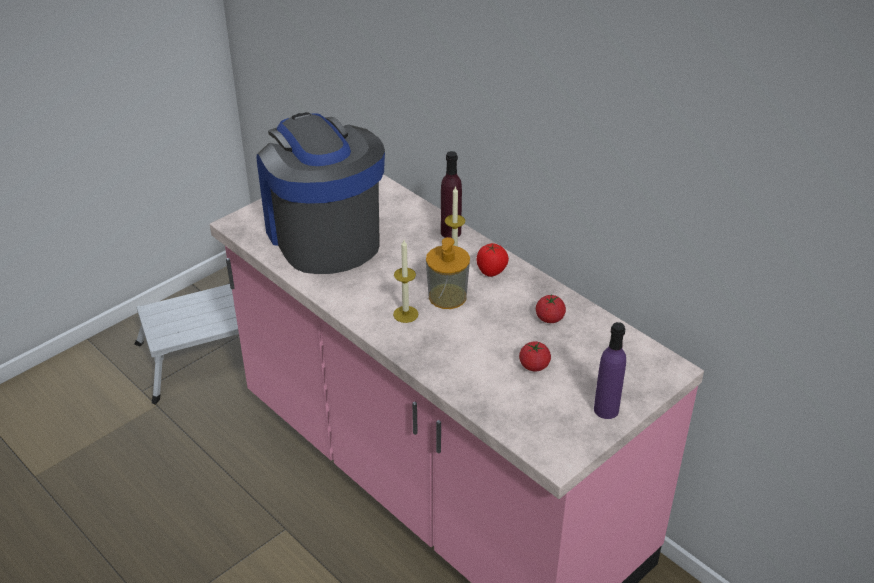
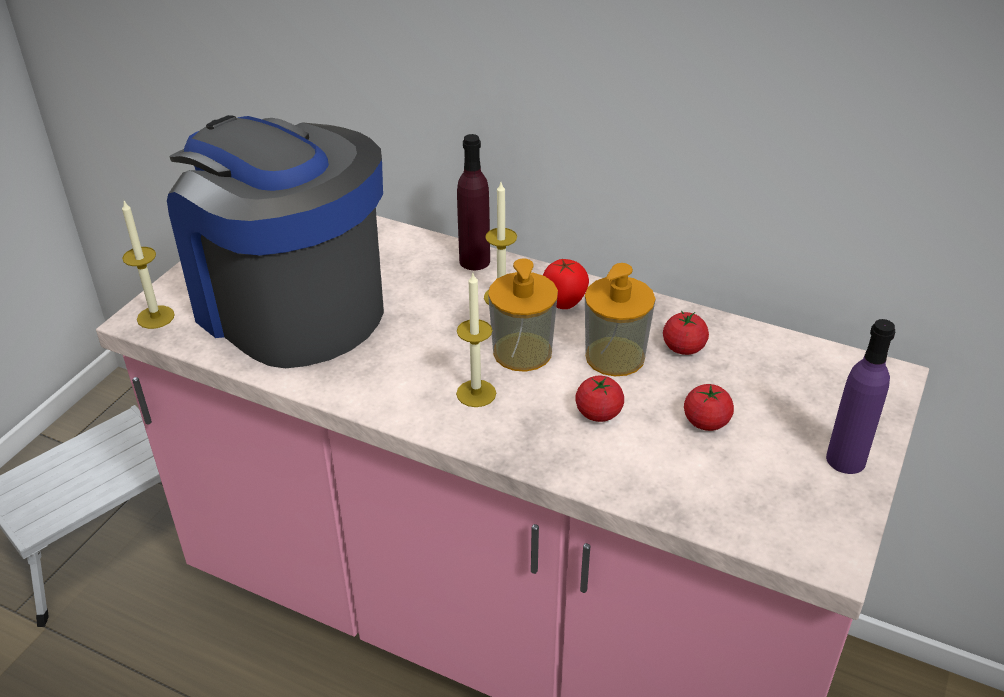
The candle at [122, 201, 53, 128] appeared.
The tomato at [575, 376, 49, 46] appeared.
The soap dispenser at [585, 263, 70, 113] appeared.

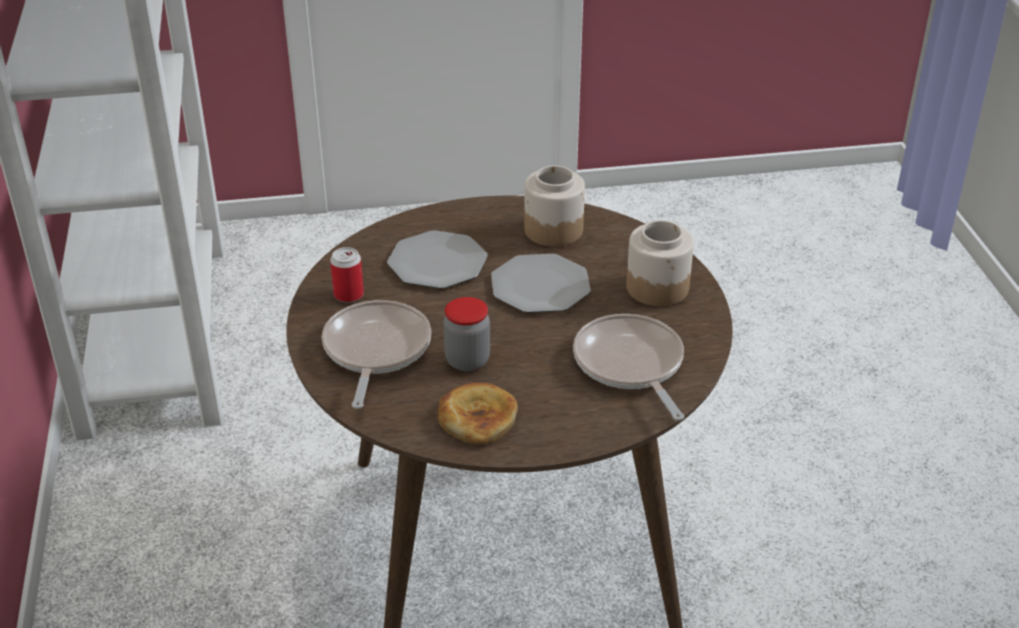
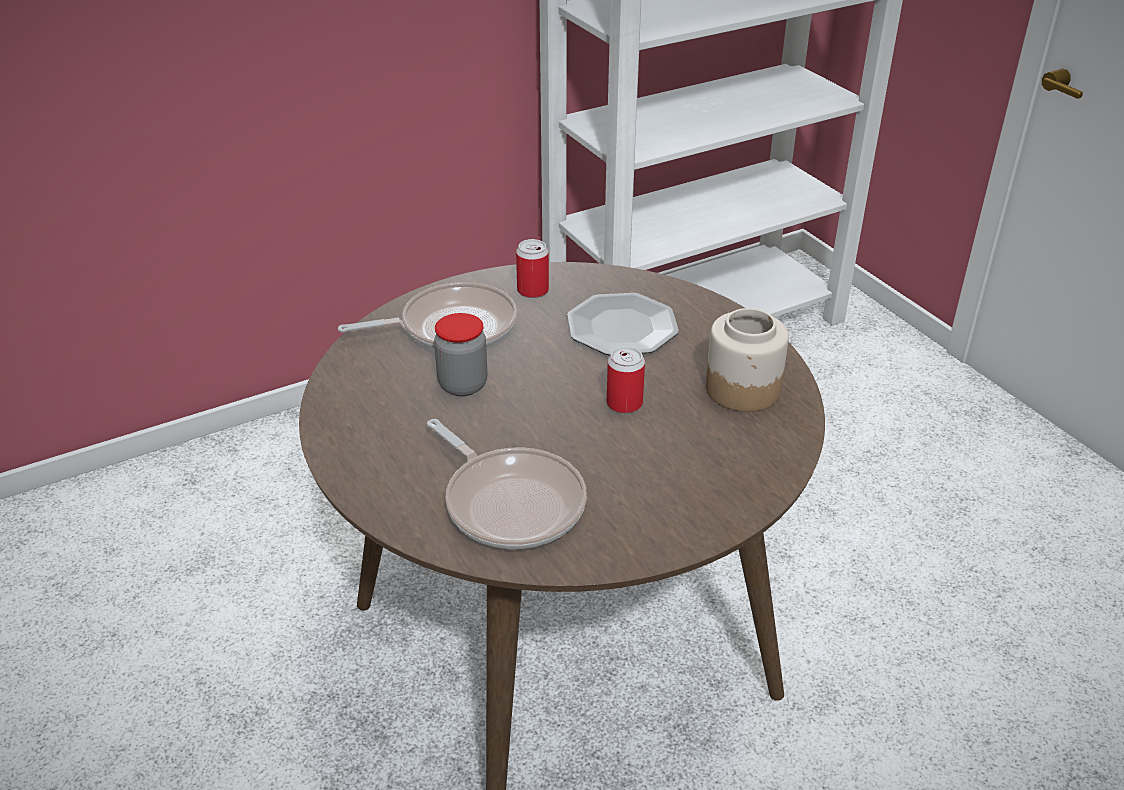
The frying pan at [573, 314, 111, 107] turned 90 degrees clockwise.
The plate at [491, 254, 100, 59] was replaced by the can at [607, 346, 38, 67].
The bread at [438, 382, 80, 62] disappeared.
The jar at [626, 220, 68, 86] disappeared.

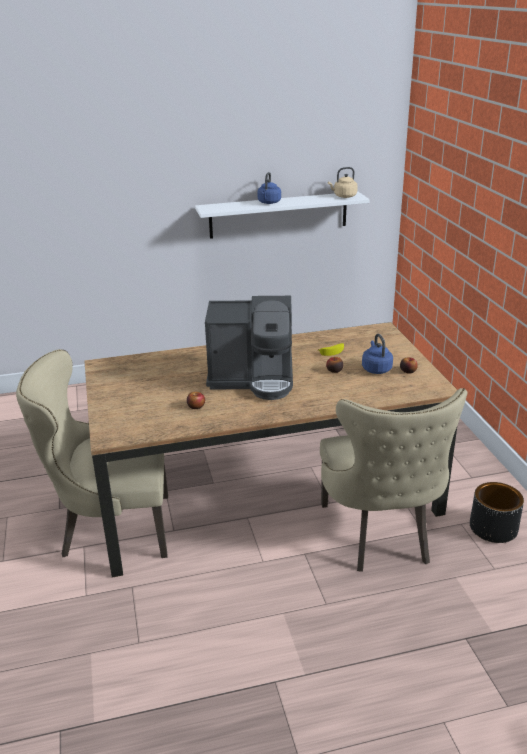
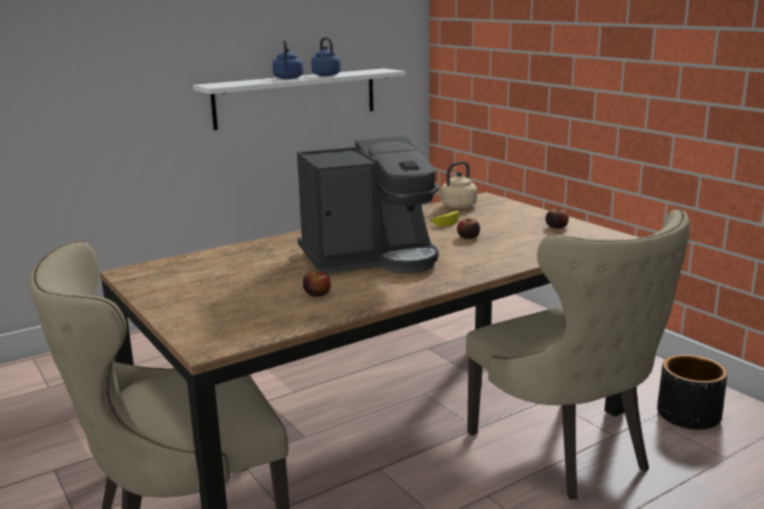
The kettle in blue moved from [362, 334, 31, 40] to [311, 37, 30, 39].
The kettle in beige moved from [328, 167, 30, 31] to [437, 161, 40, 48].

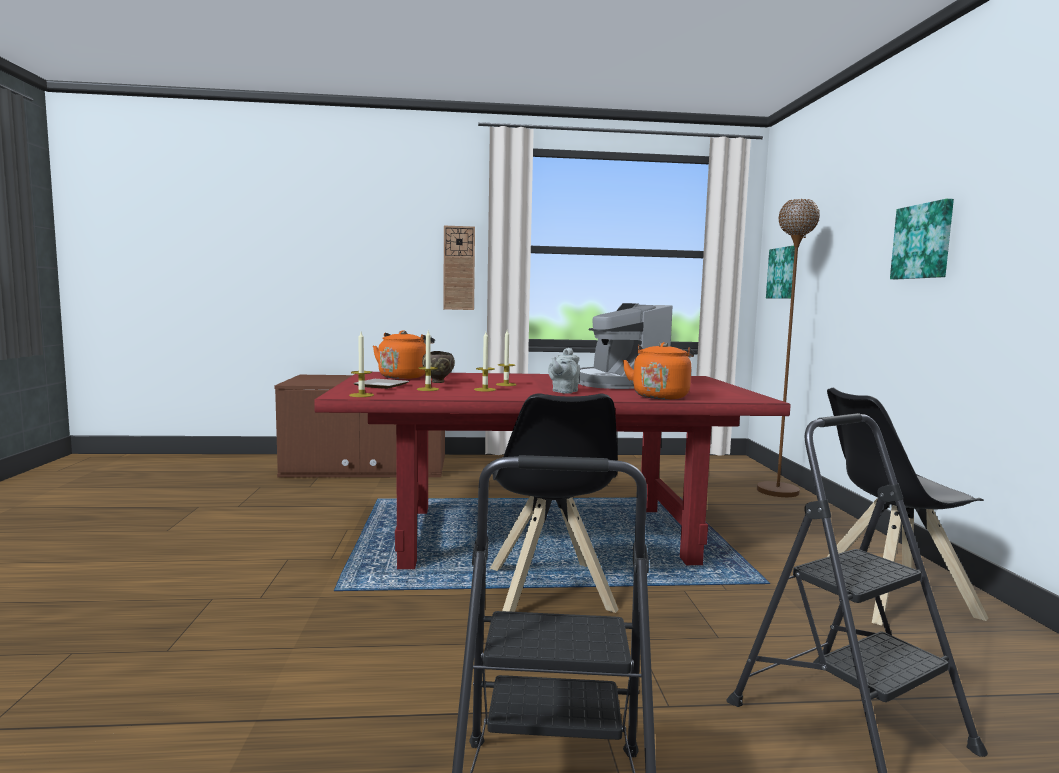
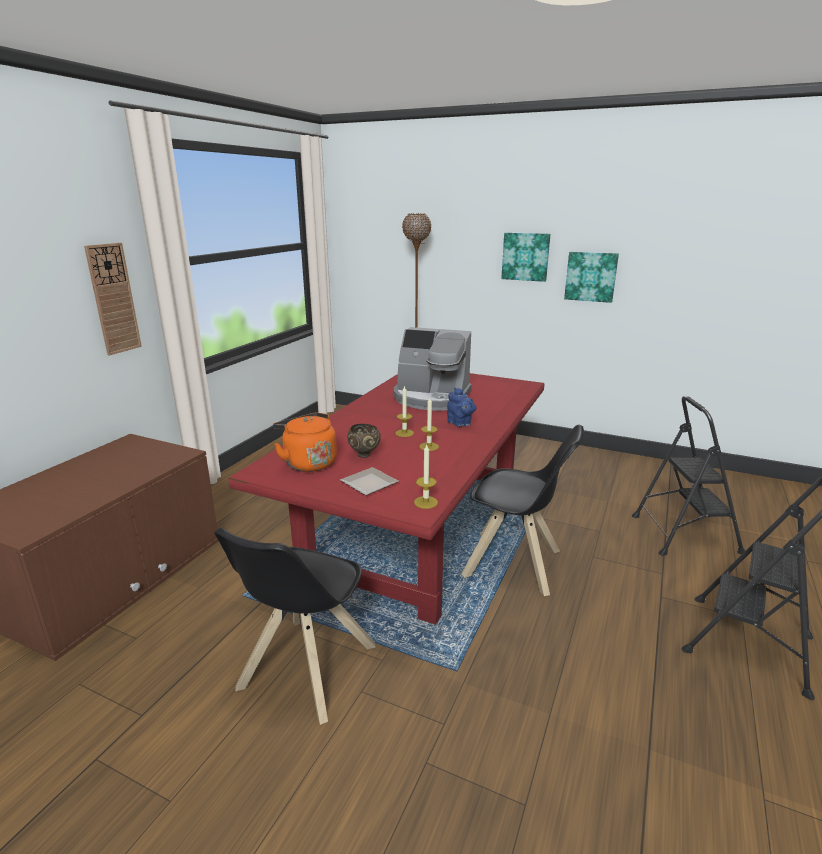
The chair in black moved from [827, 388, 161, 237] to [214, 528, 162, 197].
The teapot in grey at [548, 348, 32, 46] became the teapot in blue at [447, 387, 30, 40].
The picture moved from [766, 246, 29, 53] to [564, 252, 55, 51].
The candle at [417, 331, 22, 60] disappeared.
The kettle in orange at [623, 342, 71, 57] disappeared.

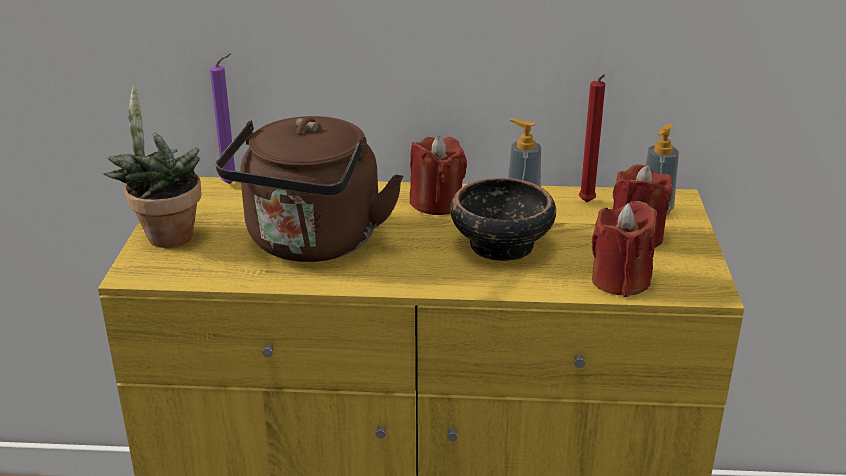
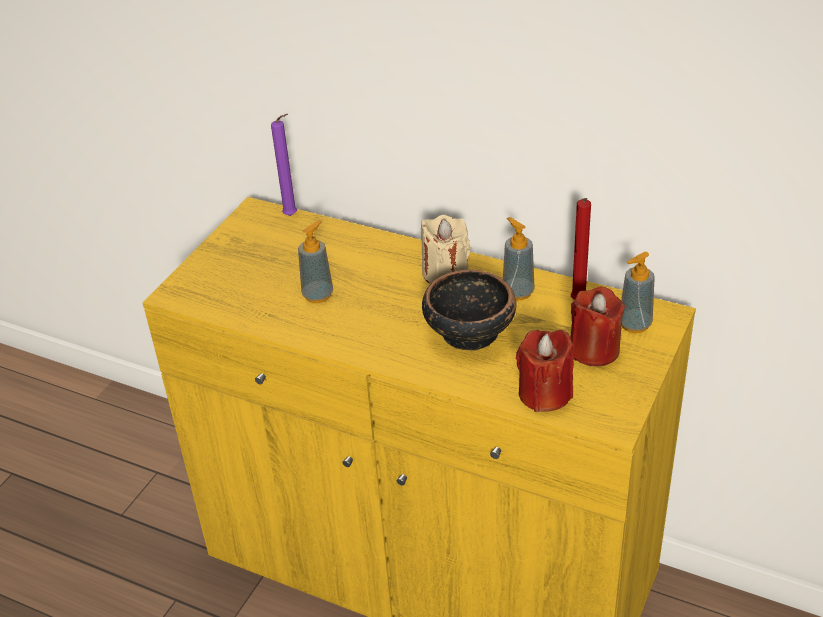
The kettle in brown at [216, 116, 187, 146] was replaced by the soap dispenser at [298, 220, 35, 83].
The candle in red at [410, 136, 57, 79] became the candle in beige at [421, 215, 50, 69].
The potted plant at [104, 85, 97, 163] disappeared.

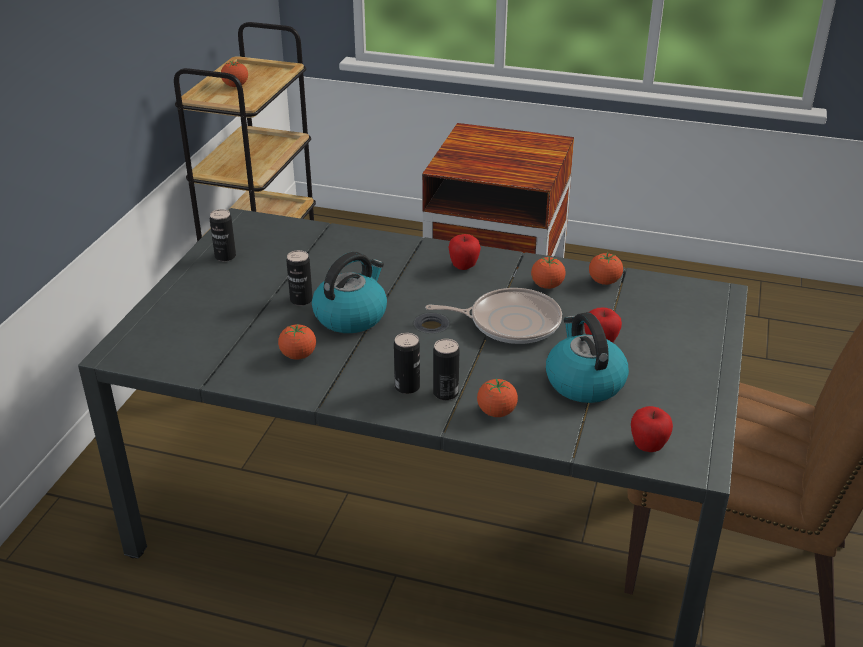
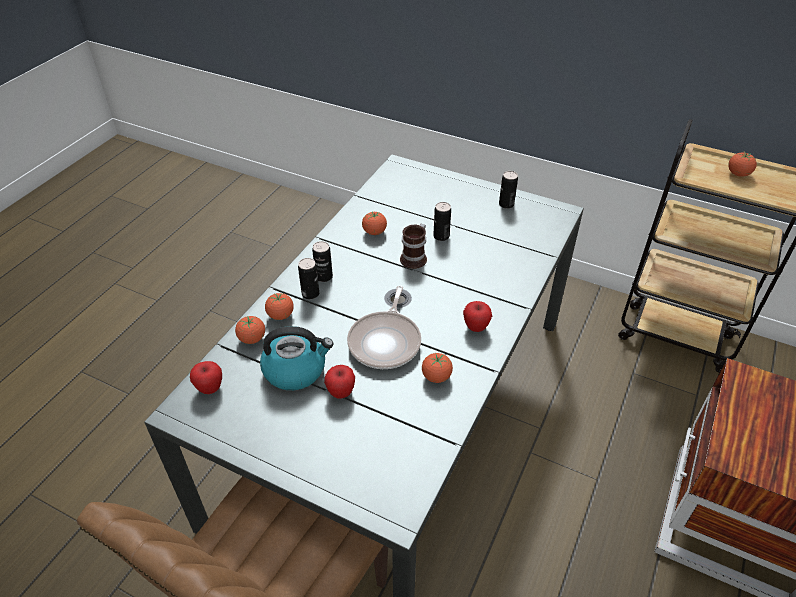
The tomato moved from [589, 252, 34, 33] to [235, 316, 30, 28].
The kettle at [312, 252, 75, 81] was replaced by the mug at [400, 223, 27, 46].

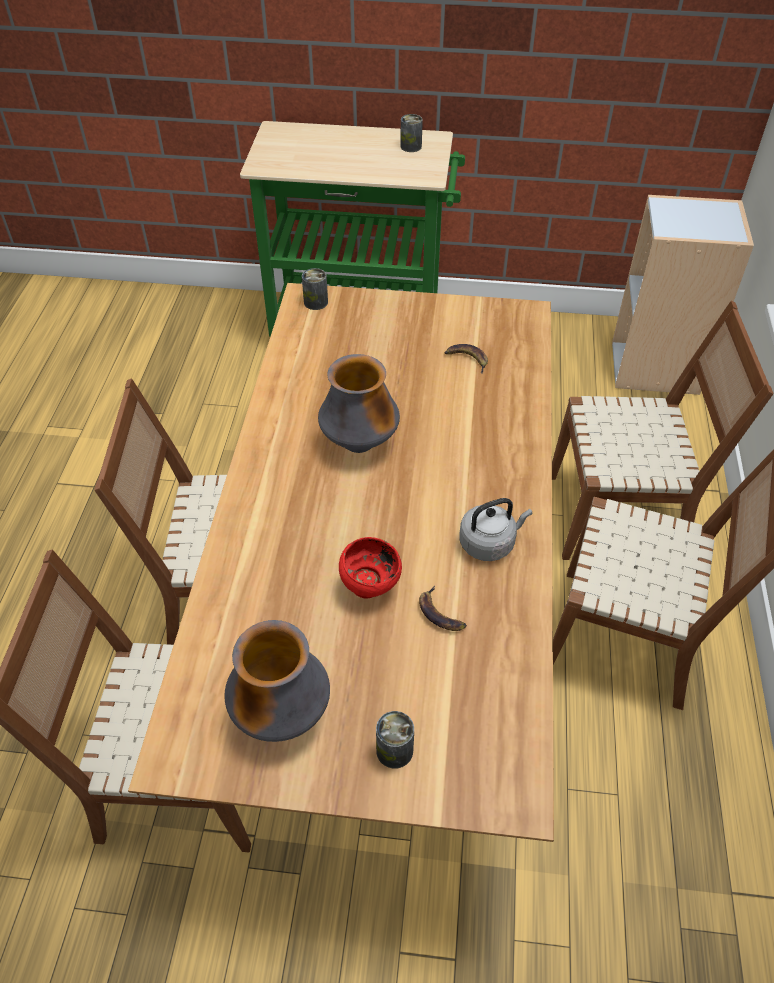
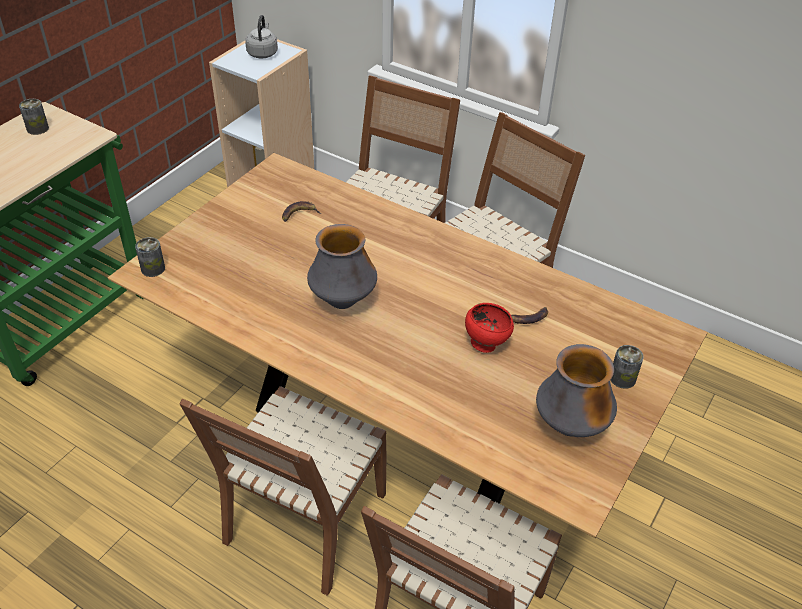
The kettle in grey moved from [459, 498, 73, 63] to [245, 15, 33, 43].

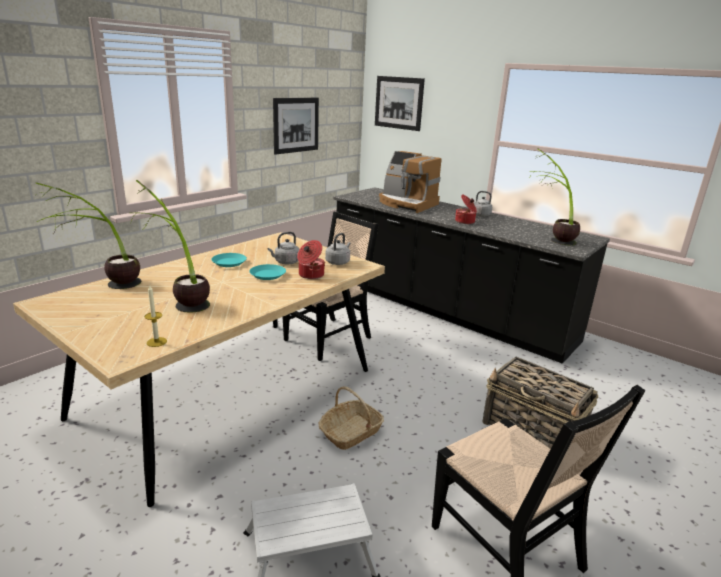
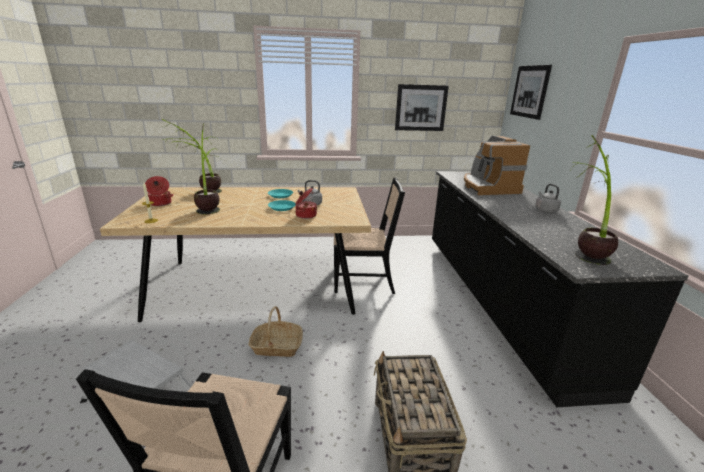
The cooking pot moved from [455, 194, 22, 30] to [145, 176, 29, 30].
The kettle in grey at [325, 233, 26, 32] disappeared.

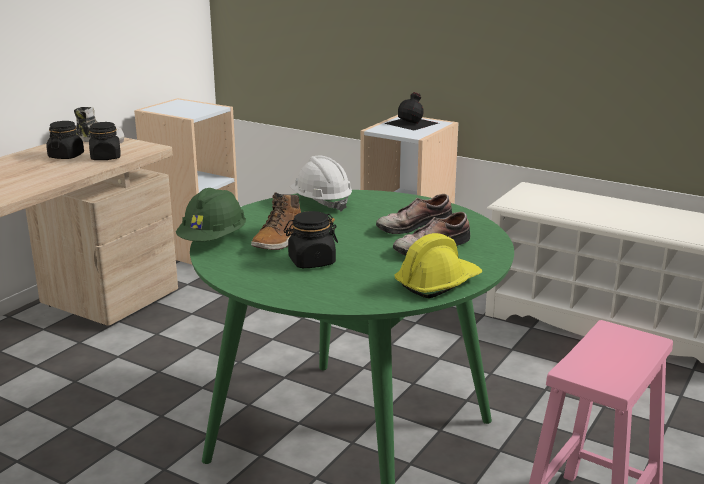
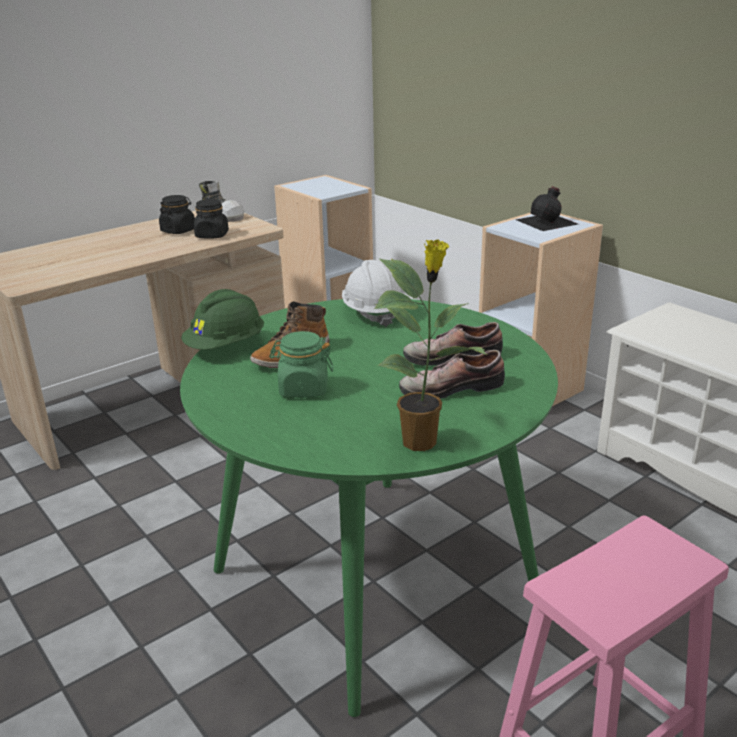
The jar in black at [284, 211, 54, 57] became the jar in green at [269, 331, 64, 67].
The hard hat in yellow at [394, 233, 88, 65] was replaced by the potted plant at [374, 239, 113, 212].

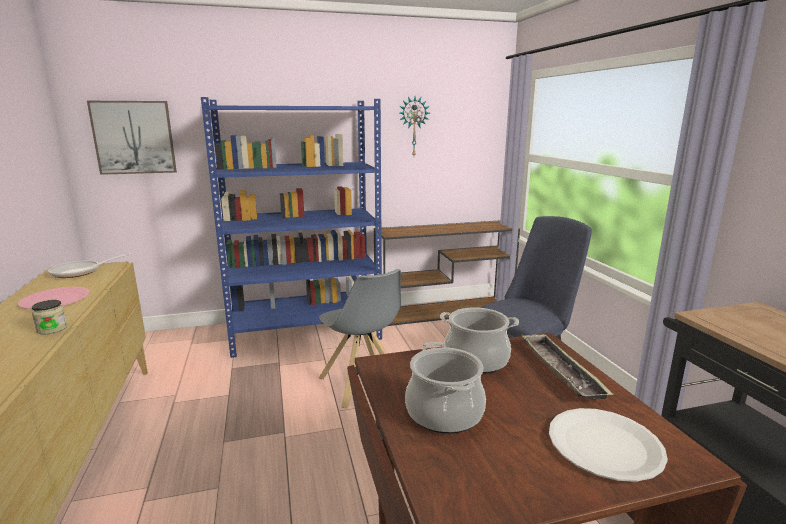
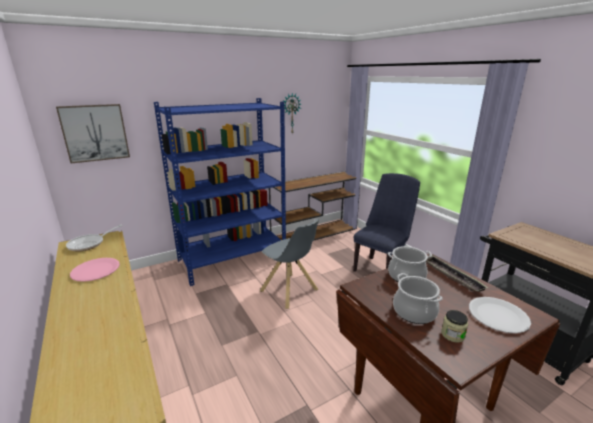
The jar moved from [32, 300, 35, 34] to [441, 310, 27, 33].

